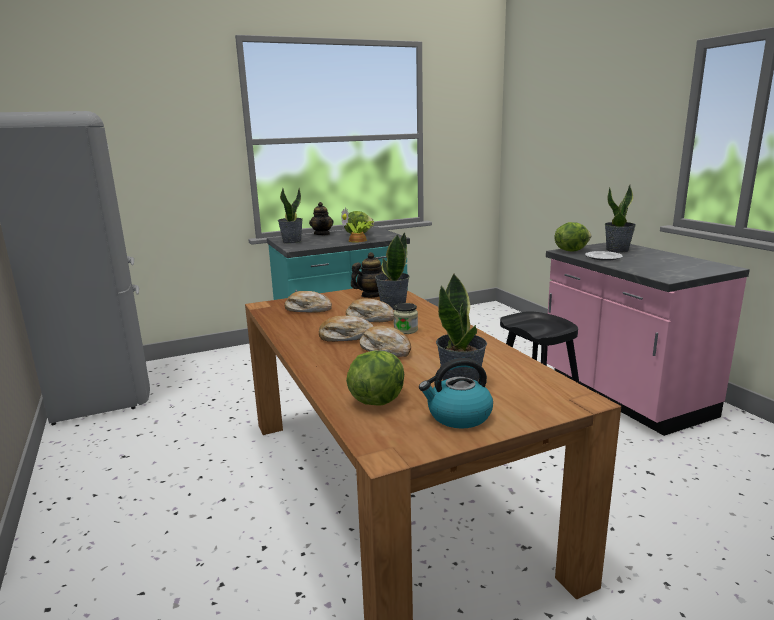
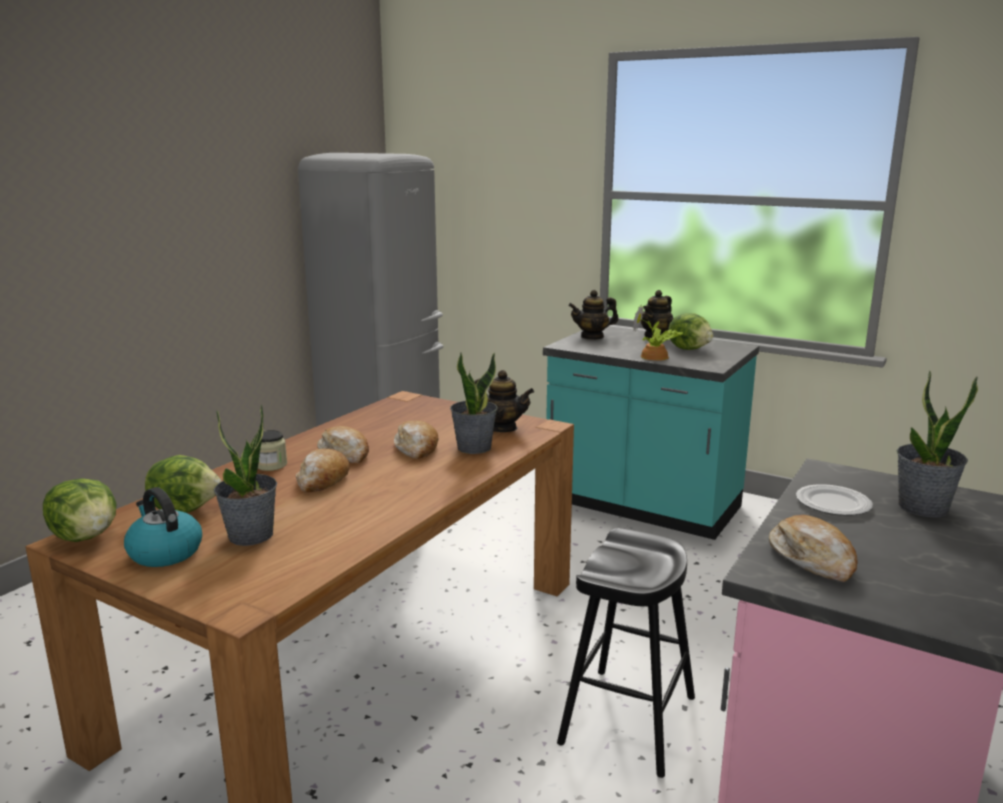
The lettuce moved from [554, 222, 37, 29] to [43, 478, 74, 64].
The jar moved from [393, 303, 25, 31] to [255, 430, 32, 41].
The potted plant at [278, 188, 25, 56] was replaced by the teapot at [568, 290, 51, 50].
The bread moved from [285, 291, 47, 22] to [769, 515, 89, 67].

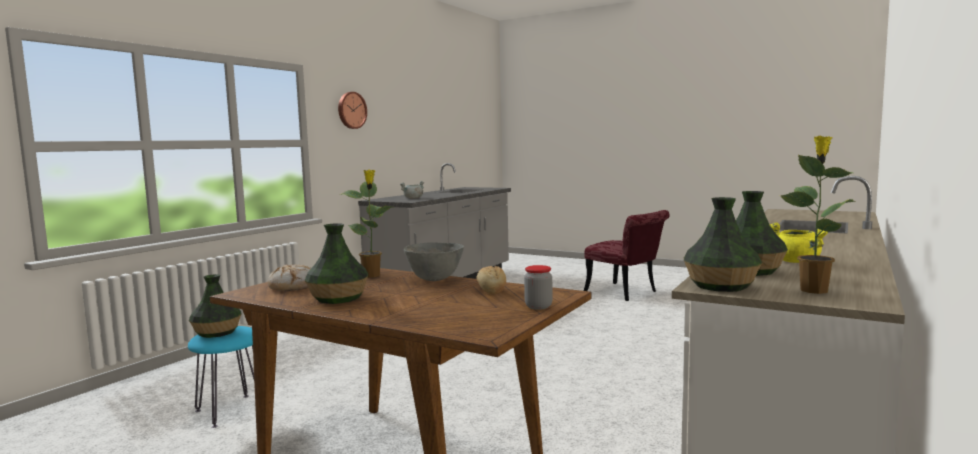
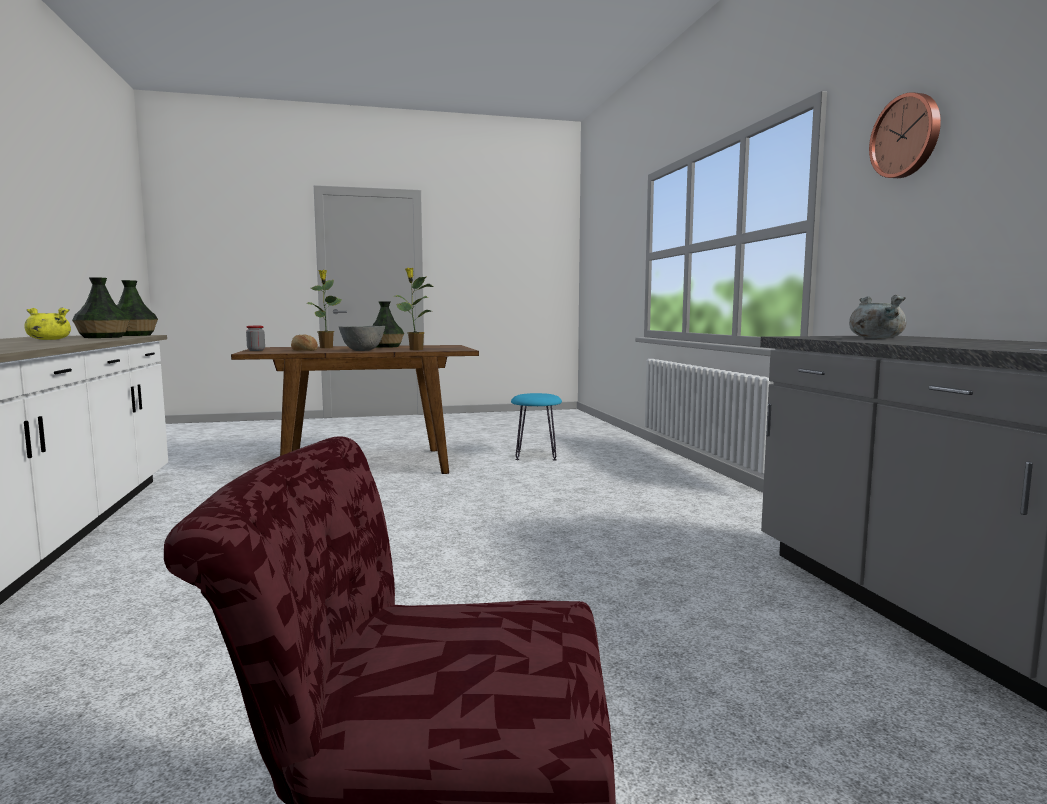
The potted plant moved from [781, 136, 74, 158] to [307, 270, 35, 78].
The vase at [189, 274, 52, 64] disappeared.
The bread at [268, 264, 43, 27] disappeared.

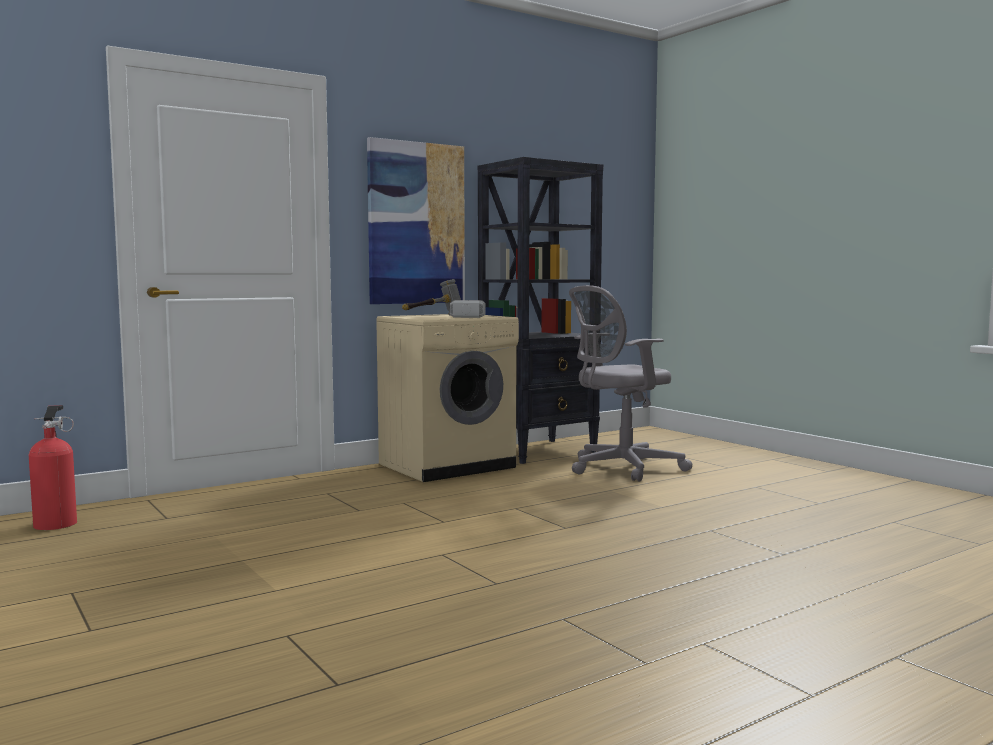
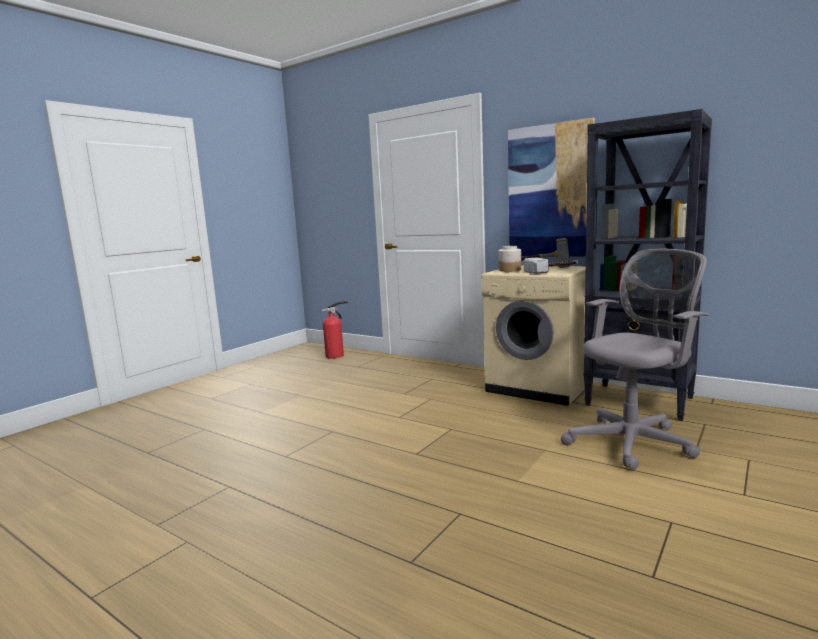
The jar at [499, 246, 22, 26] appeared.
The office chair in grey at [569, 285, 124, 197] turned 105 degrees clockwise.

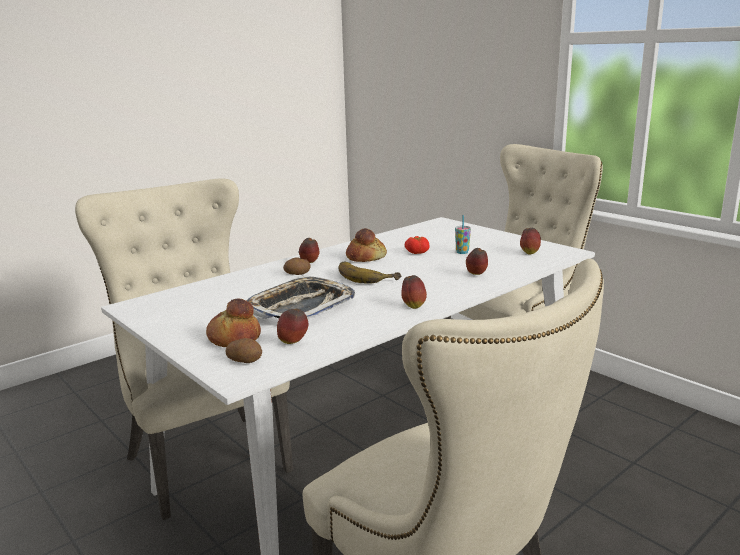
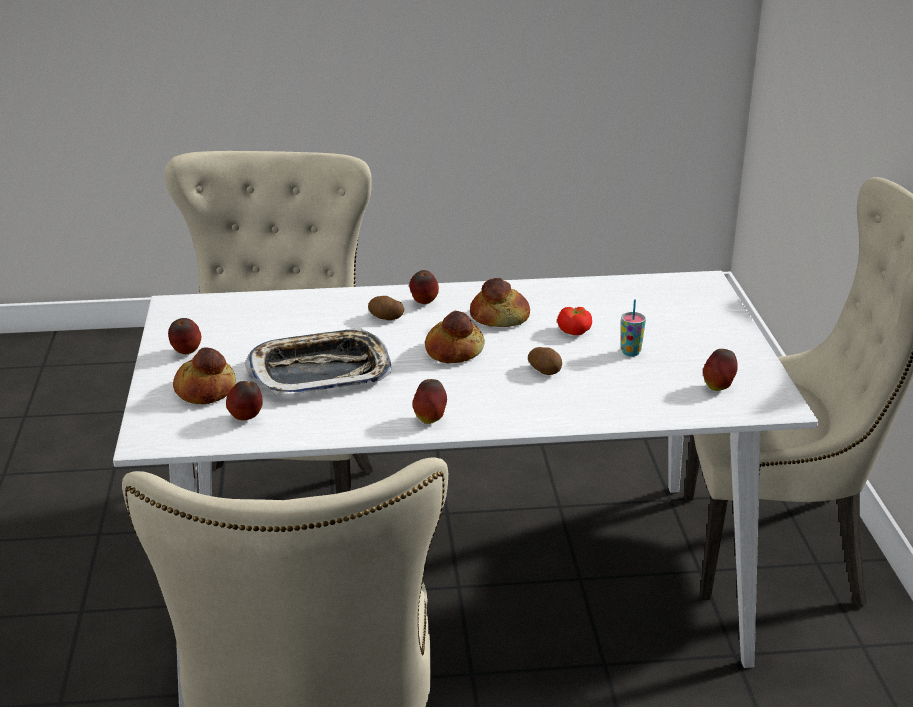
The apple moved from [466, 248, 22, 27] to [168, 318, 33, 36].
The banana at [339, 262, 63, 22] was replaced by the bread at [425, 311, 60, 52].
The potato moved from [225, 338, 37, 25] to [528, 347, 34, 28].

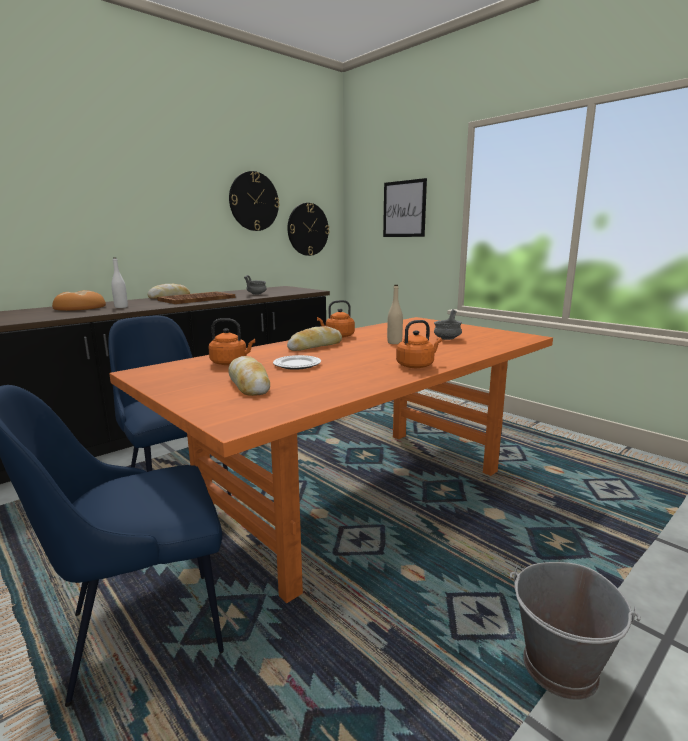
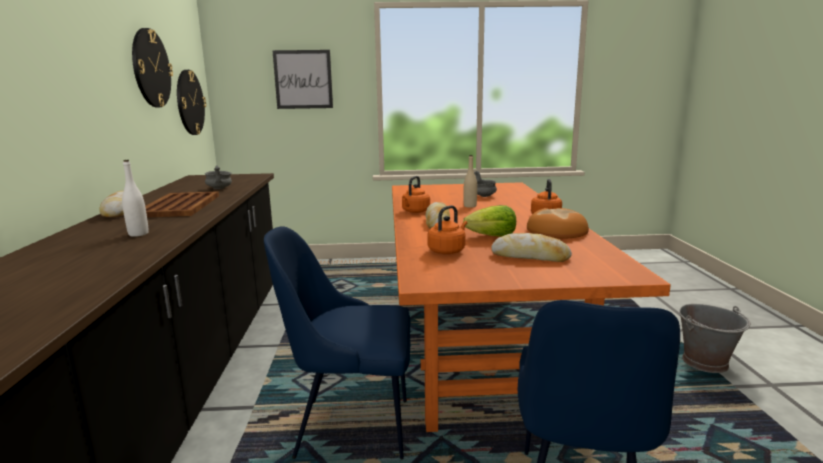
The plate at [273, 355, 48, 15] was replaced by the lettuce at [463, 205, 53, 32].
The bread moved from [52, 290, 54, 21] to [527, 208, 62, 30].

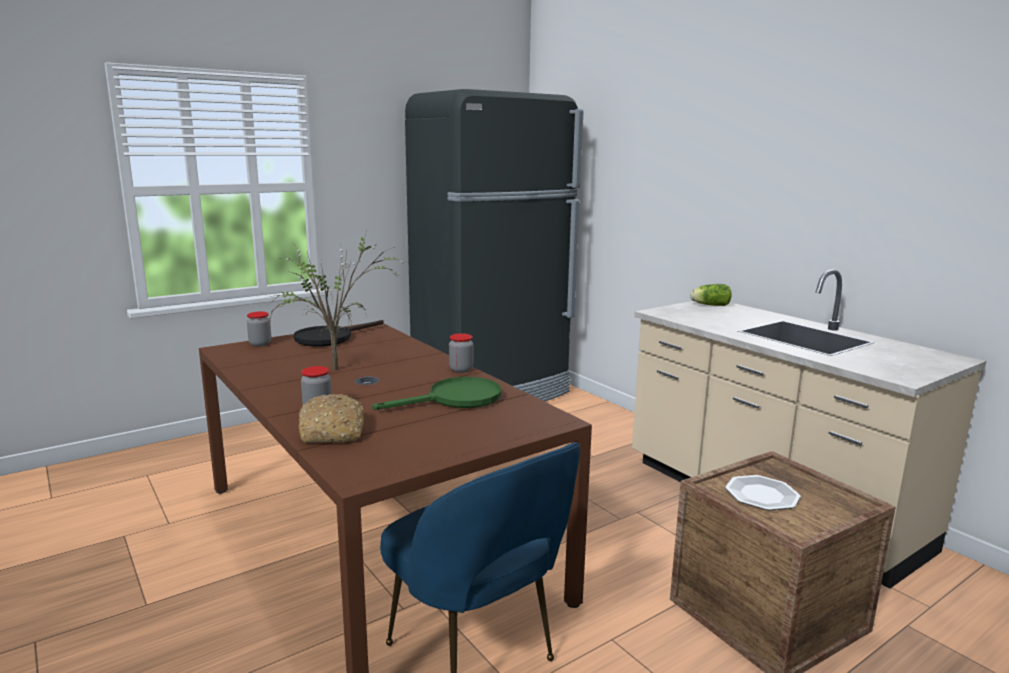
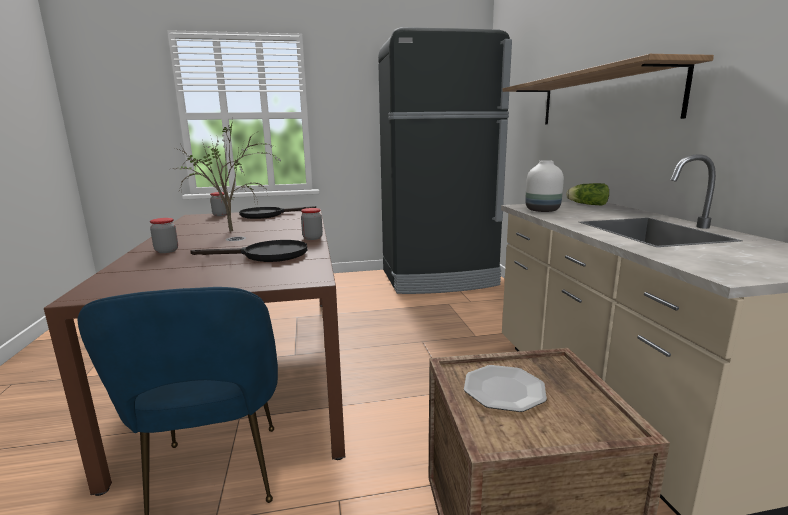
The frying pan in green at [372, 377, 129, 33] became the frying pan in black at [190, 240, 117, 22].
The shelf at [502, 54, 212, 70] appeared.
The vase in white at [525, 160, 39, 52] appeared.
The bread at [298, 394, 66, 49] disappeared.

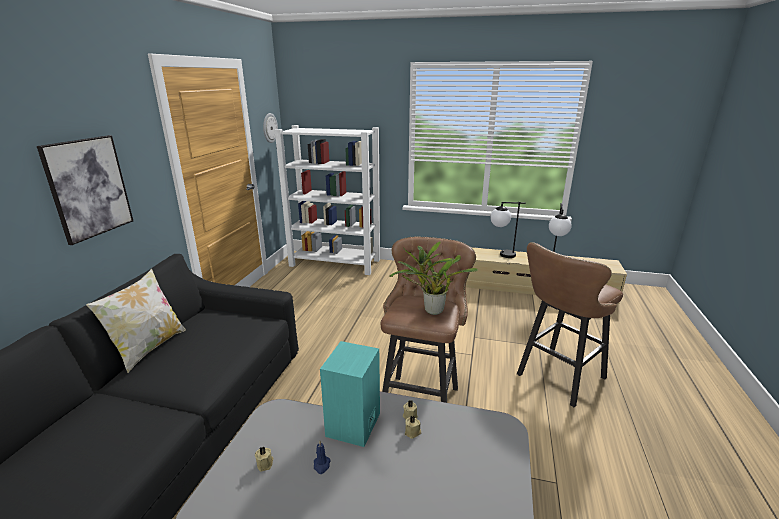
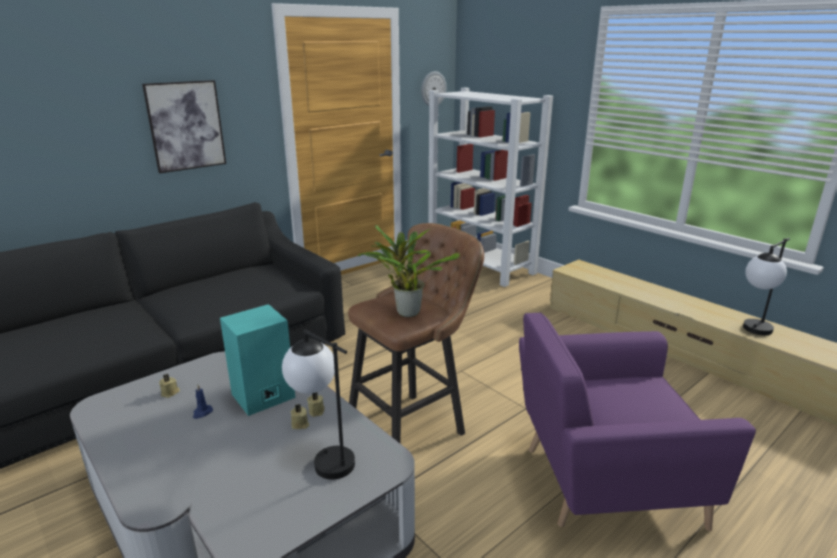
The table lamp moved from [490, 202, 36, 56] to [282, 329, 73, 151].
The stool in brown at [517, 242, 106, 165] was replaced by the armchair in purple at [519, 312, 237, 219].
The pillow at [86, 269, 100, 104] disappeared.

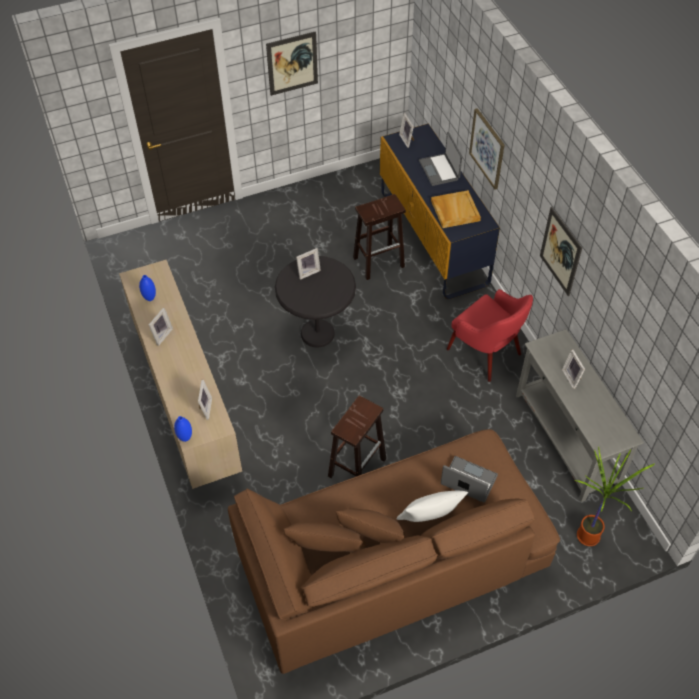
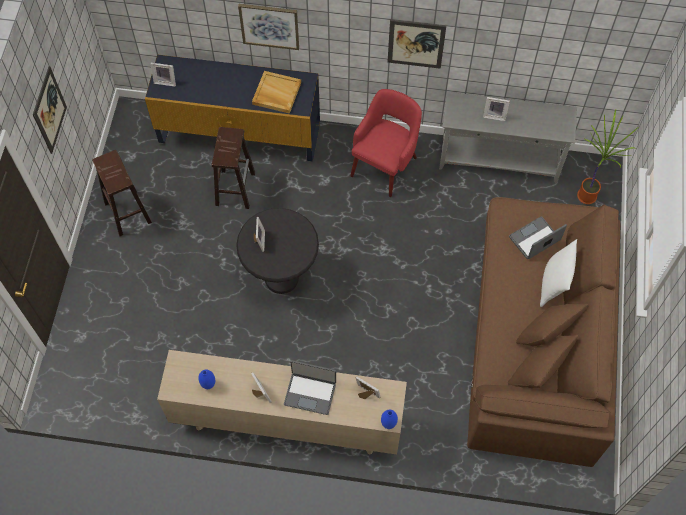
The stool in brown moved from [328, 396, 58, 82] to [92, 150, 60, 86].
The laptop moved from [419, 132, 43, 54] to [284, 360, 52, 55].
The armchair in red at [447, 289, 86, 93] turned 45 degrees counterclockwise.

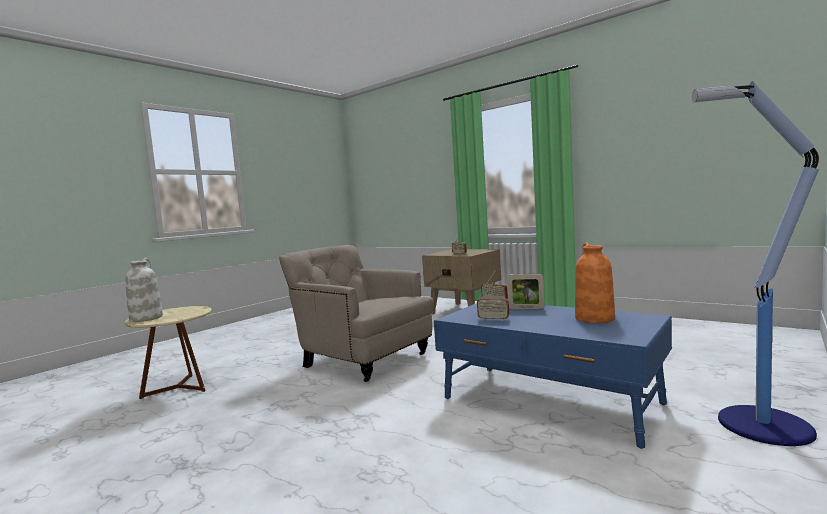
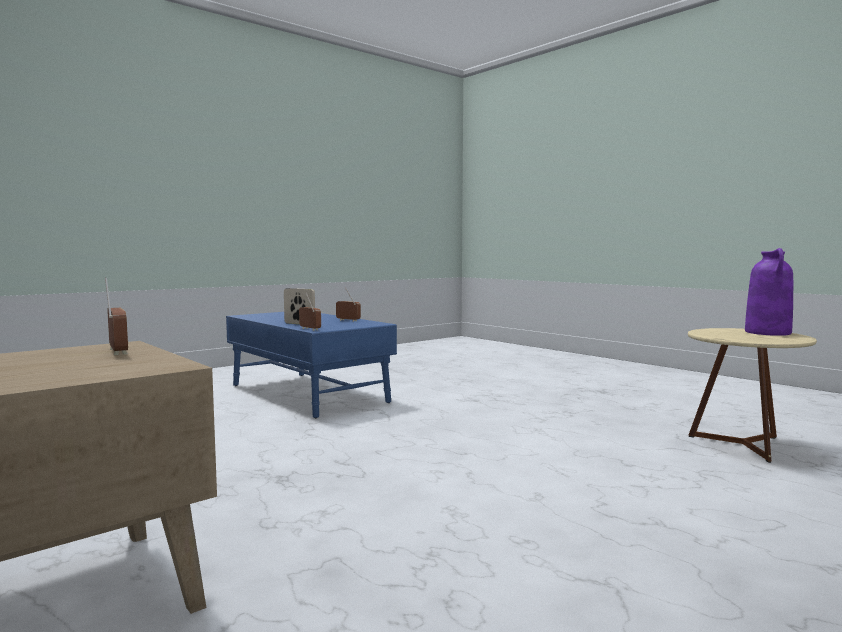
The vase in white at [125, 258, 38, 64] became the vase in purple at [745, 248, 48, 88].
The armchair in beige at [279, 245, 154, 137] disappeared.
The vase in orange at [575, 242, 40, 81] disappeared.
The floor lamp at [692, 81, 127, 365] disappeared.

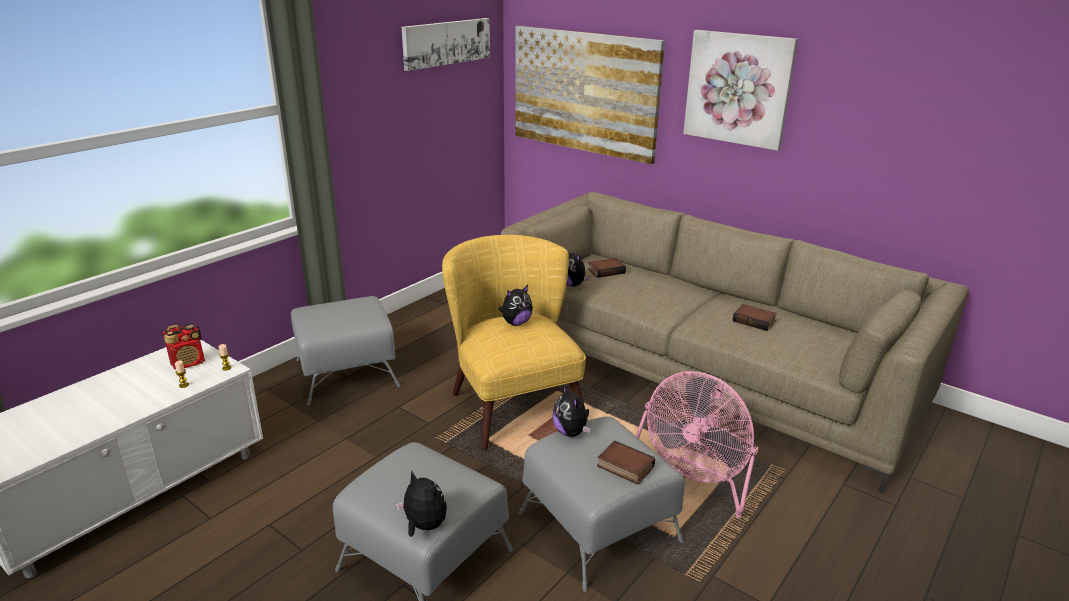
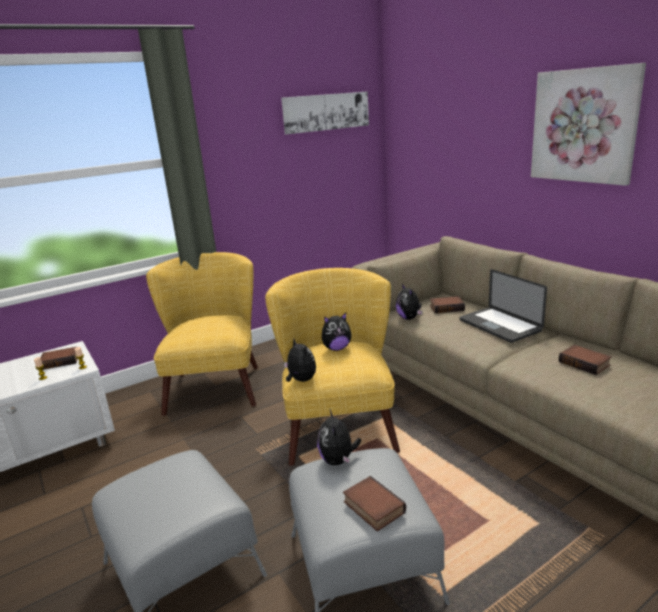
The radio at [163, 324, 42, 46] was replaced by the book at [40, 347, 38, 23].
The ottoman in grey at [291, 296, 109, 110] was replaced by the armchair in yellow at [146, 252, 112, 164].
The plush toy moved from [396, 471, 51, 66] to [284, 339, 32, 43].
The laptop at [459, 269, 88, 74] appeared.
The picture at [516, 26, 149, 138] disappeared.
The fan in pink at [636, 371, 123, 147] disappeared.

